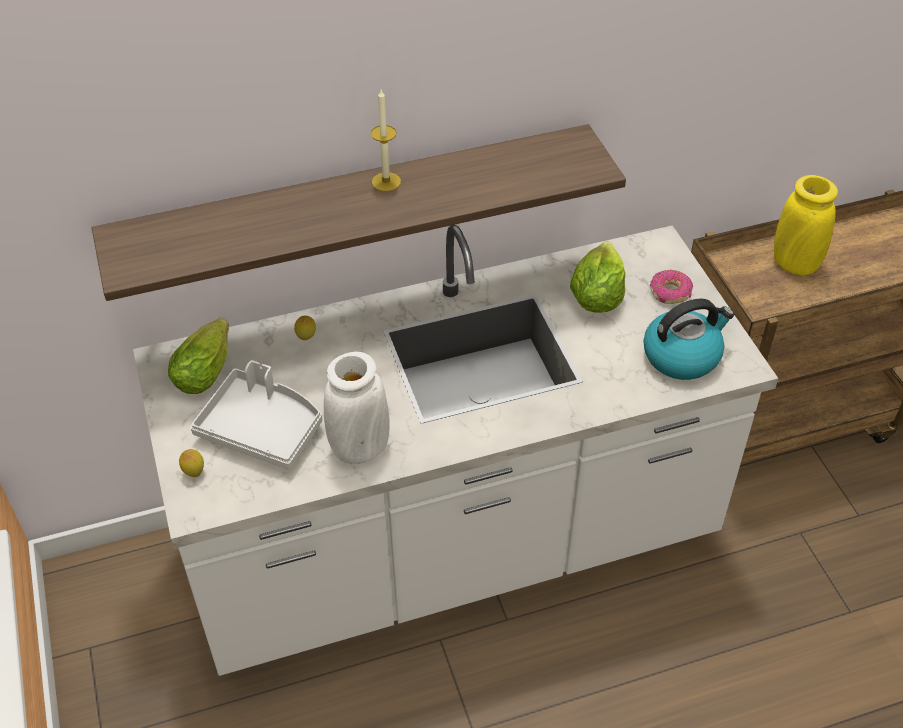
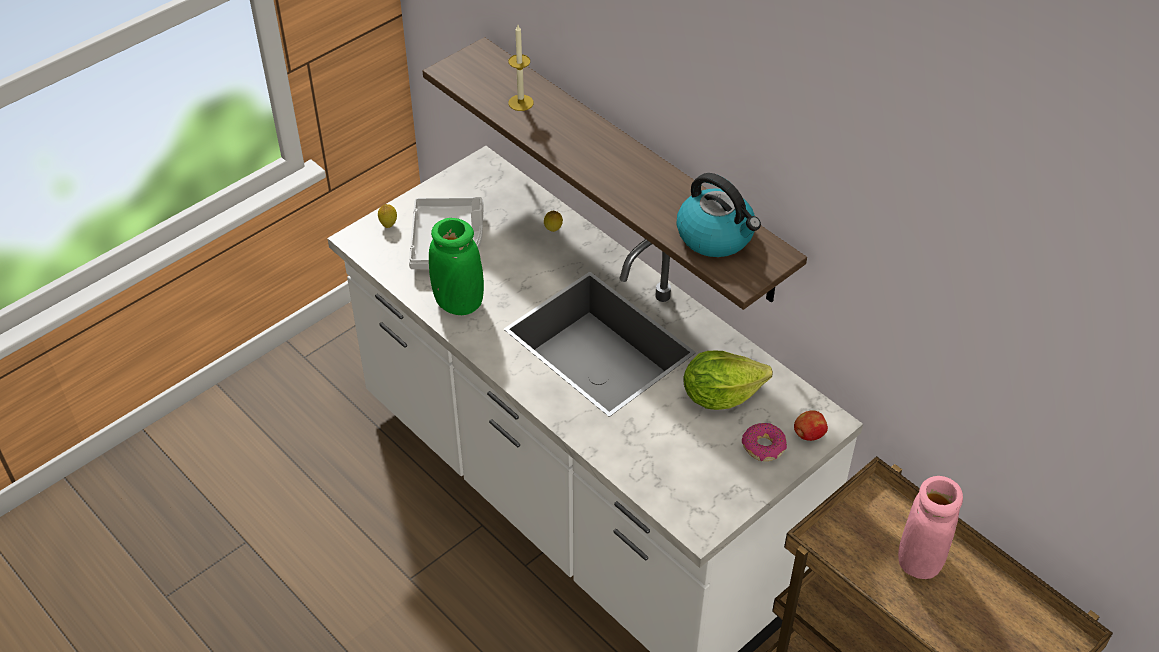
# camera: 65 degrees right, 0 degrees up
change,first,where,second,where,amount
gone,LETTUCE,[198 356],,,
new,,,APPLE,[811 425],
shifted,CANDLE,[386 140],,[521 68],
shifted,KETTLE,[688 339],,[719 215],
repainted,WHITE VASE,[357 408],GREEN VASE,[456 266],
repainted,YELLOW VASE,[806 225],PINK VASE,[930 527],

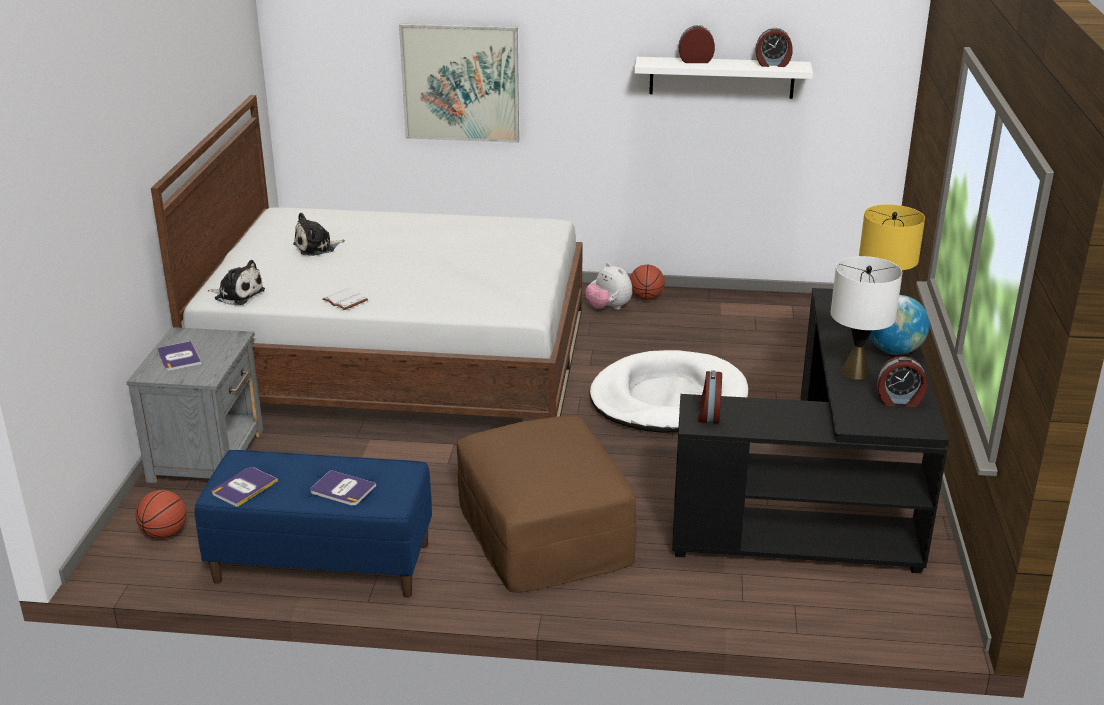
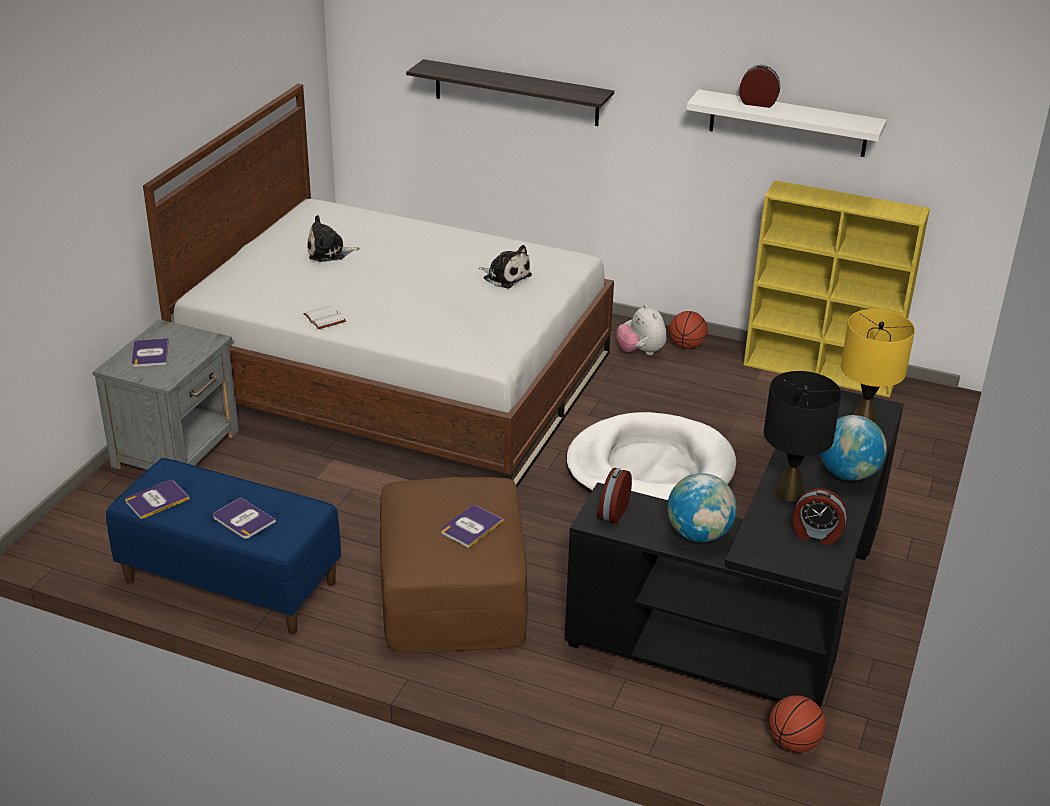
# camera: 15 degrees right, 5 degrees up
change,first,where,second,where,amount
gone,ALARM CLOCK,[774 47],,,
new,,,BOOK,[472 526],
new,,,GLOBE,[702 507],
new,,,YELLOW BOOKCASE,[837 288],
shifted,BASKETBALL,[161 514],,[797 724],
shifted,PLUSH TOY,[236 282],,[505 266],
swapped,PICTURE,[459 83],SHELF,[510 92],
repainted,WHITE TABLE LAMP,[867 318],BLACK TABLE LAMP,[803 436],

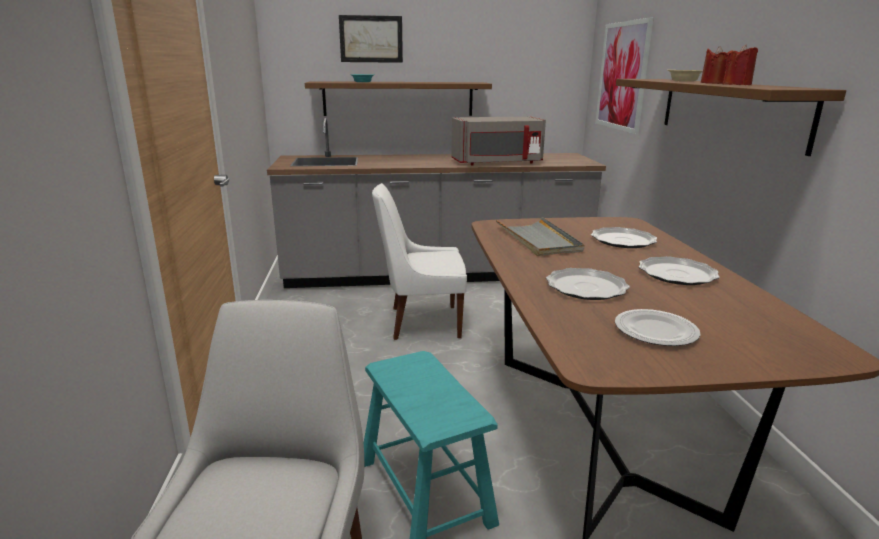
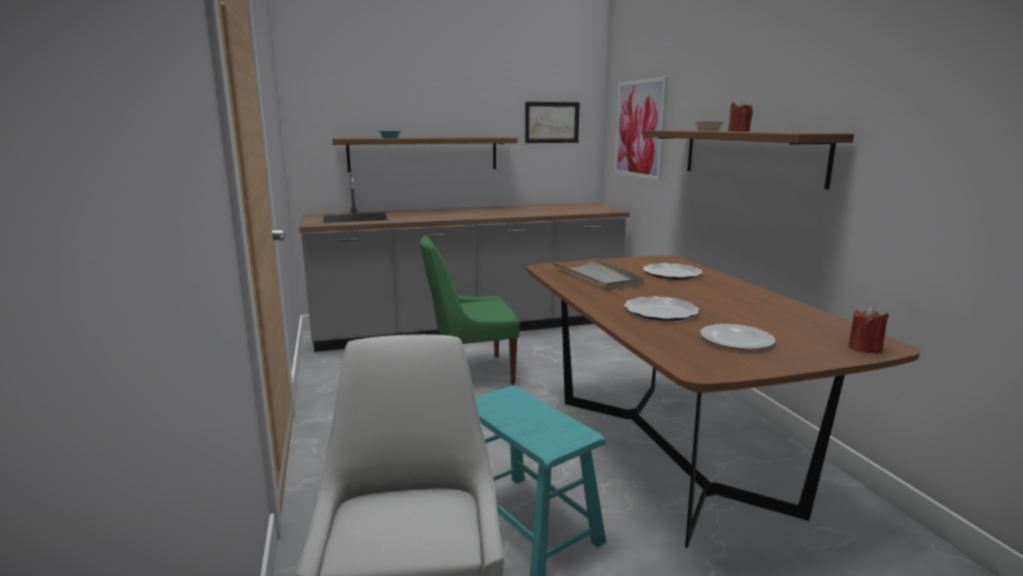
# camera: 10 degrees left, 5 degrees down
change,first,where,second,where,amount
gone,GREY MICROWAVE,[498 141],,,
gone,PLATE,[679 270],,,
shifted,PICTURE,[371 39],,[552 122],
shifted,RED CANDLE,[740 64],,[868 330],
repainted,WHITE CHAIR,[419 261],GREEN CHAIR,[470 310],

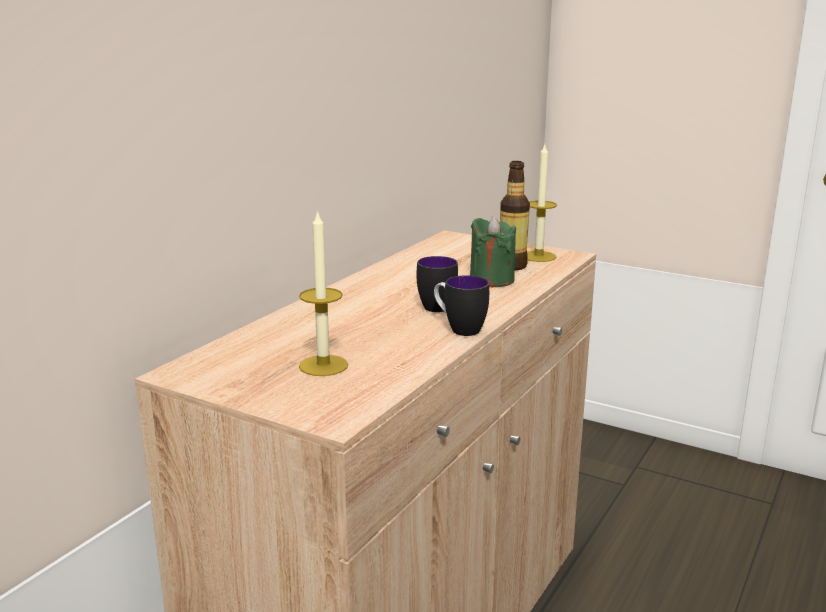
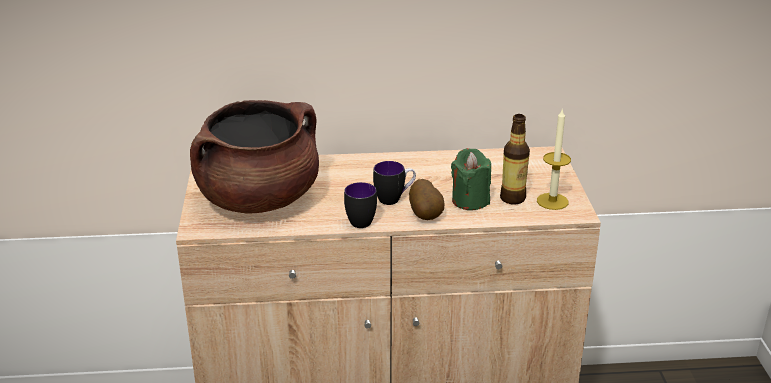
# camera: 55 degrees right, 10 degrees up
change,first,where,second,where,amount
new,,,POTATO,[426 199],
swapped,CANDLE,[323 293],BROWN COOKING POT,[254 157],

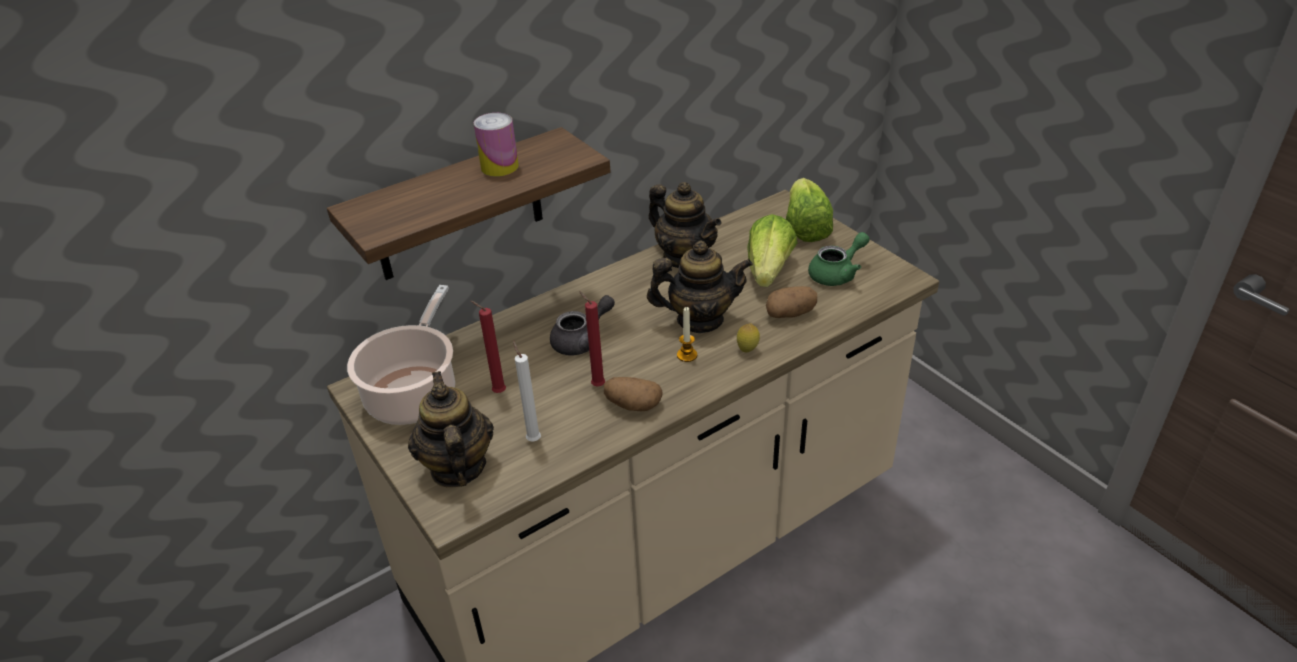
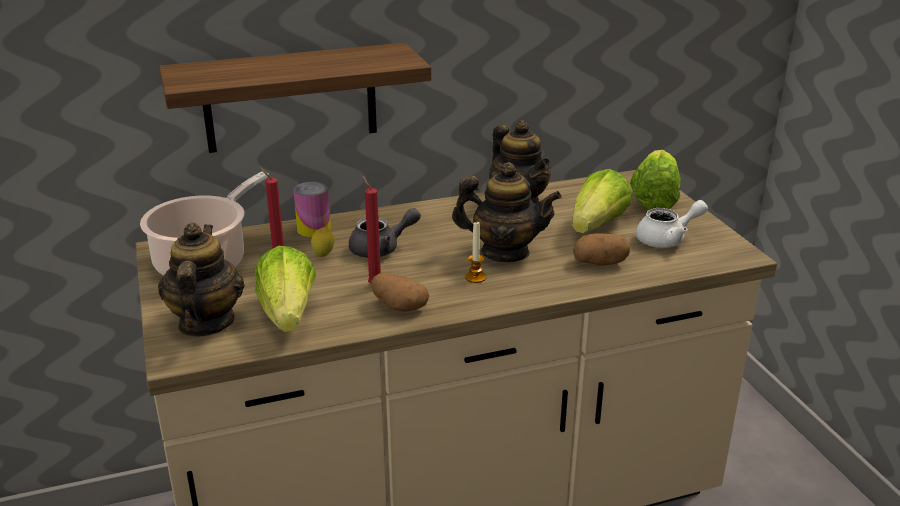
# camera: 15 degrees right, 10 degrees down
change,first,where,second,where,amount
shifted,CAN,[496 145],,[312 209],
shifted,LEMON,[748 337],,[322 242],
swapped,WHITE CANDLE,[527 391],LETTUCE,[285 289],
repainted,GREEN TEAPOT,[839 259],WHITE TEAPOT,[672 224],

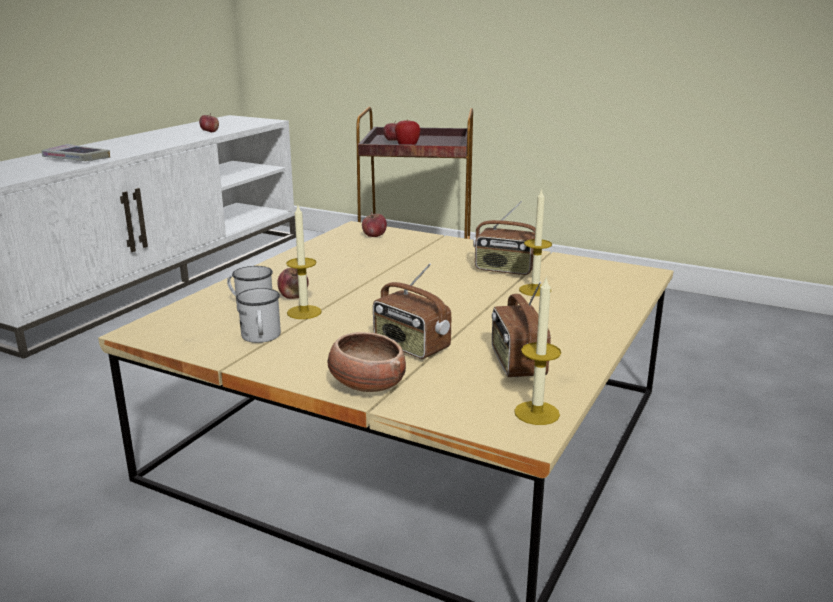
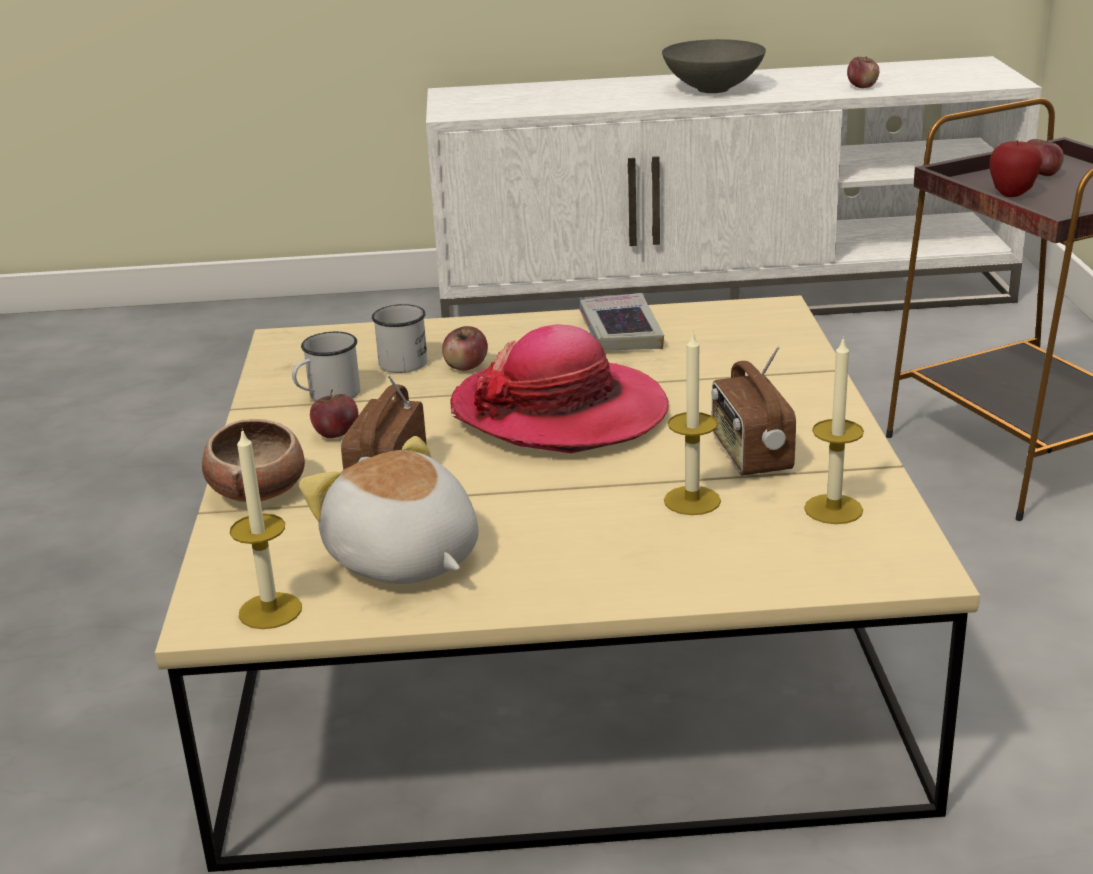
# camera: 60 degrees right, 5 degrees up
change,first,where,second,where,amount
new,,,HAT,[560 389],
new,,,GREY BOWL,[714 66],
shifted,BOOK,[76 152],,[622 321],
shifted,CANDLE,[304 262],,[834 430],
shifted,APPLE,[374 224],,[334 414],
swapped,RADIO,[521 329],PLUSH TOY,[389 510],

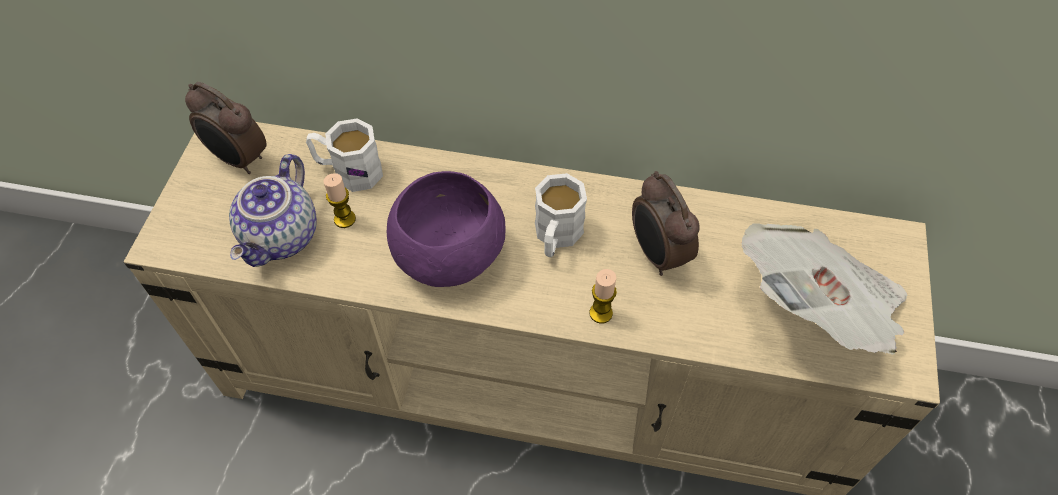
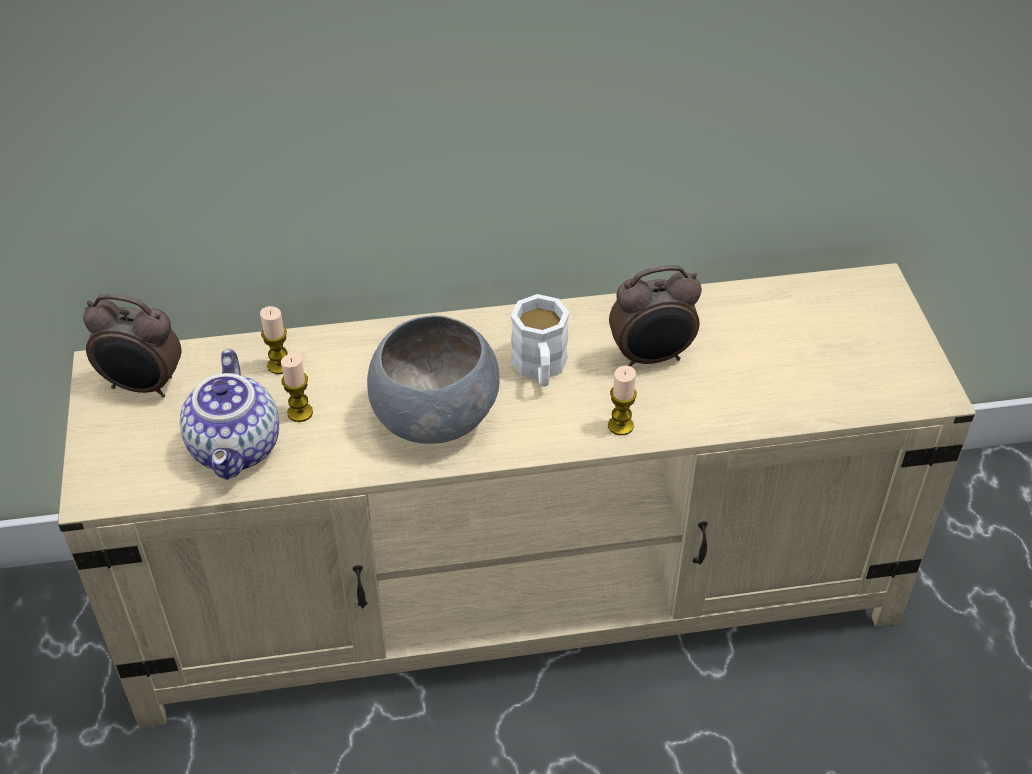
# camera: 20 degrees left, 10 degrees down
change,first,where,second,where,amount
gone,NEWSPAPER,[825 289],,,
swapped,WHITE MUG,[344 155],CANDLE,[274 340],
repainted,PURPLE BOWL,[446 229],GREY BOWL,[433 379],
rotated,ALARM CLOCK,[666 223],,[655 315],60 degrees counterclockwise

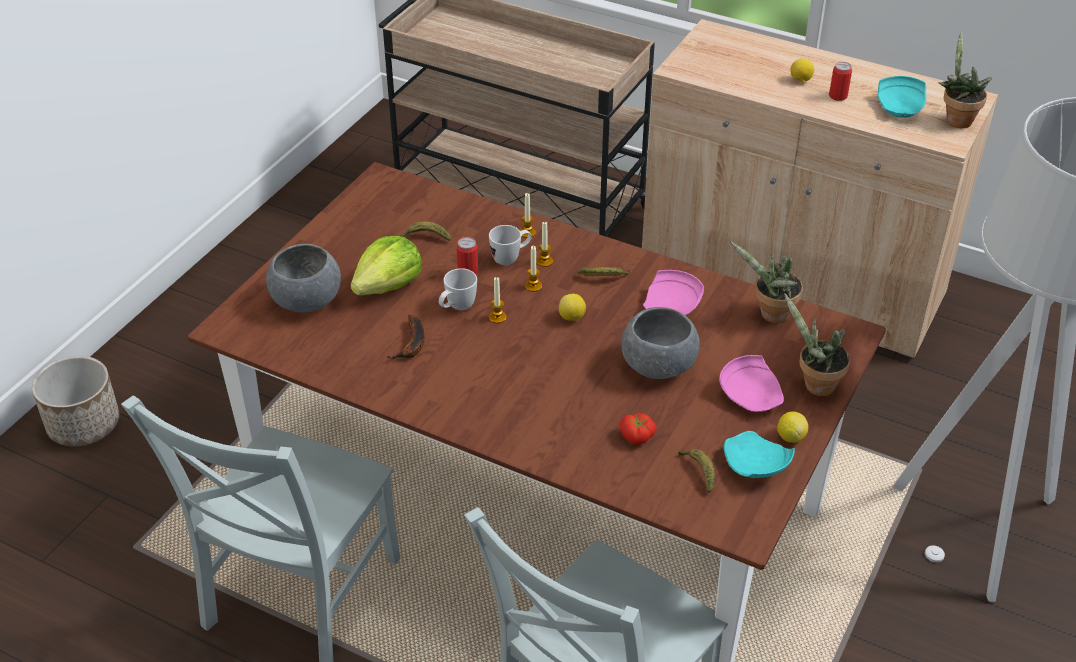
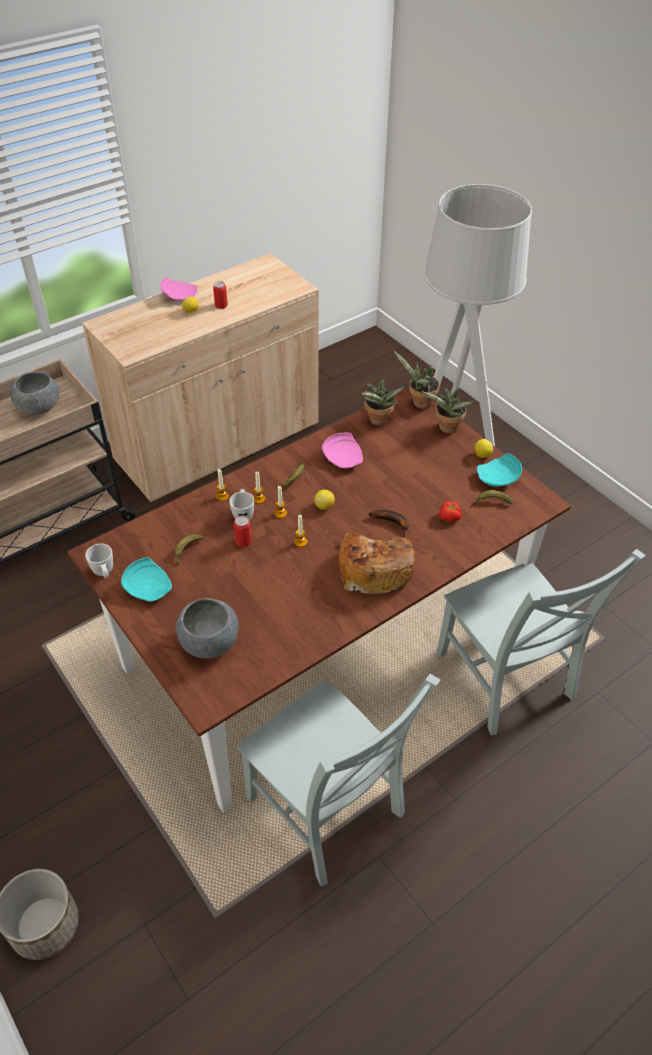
# camera: 65 degrees left, 5 degrees up
change,first,where,second,where,amount
gone,LETTUCE,[386 265],,,
new,,,BREAD,[376 563],
shifted,BANANA,[406 337],,[389 523],
shifted,WHITE MUG,[458 289],,[99 561],
shifted,GREY BOWL,[660 343],,[34 393],
shifted,PINK PLATE,[751 383],,[179 289],
shifted,TURQUOISE PLATE,[902 97],,[146 579],
shifted,POTTED PLANT,[965 80],,[416 380],

